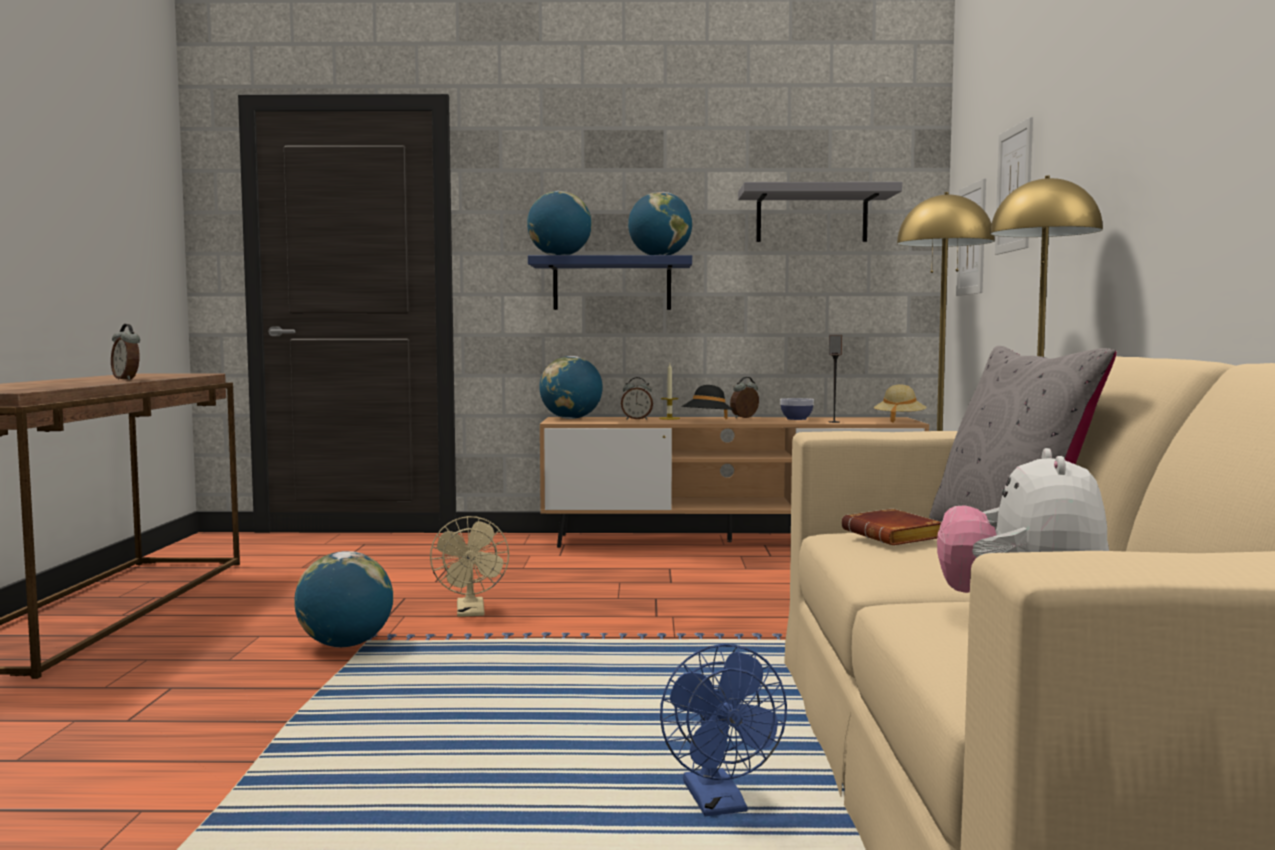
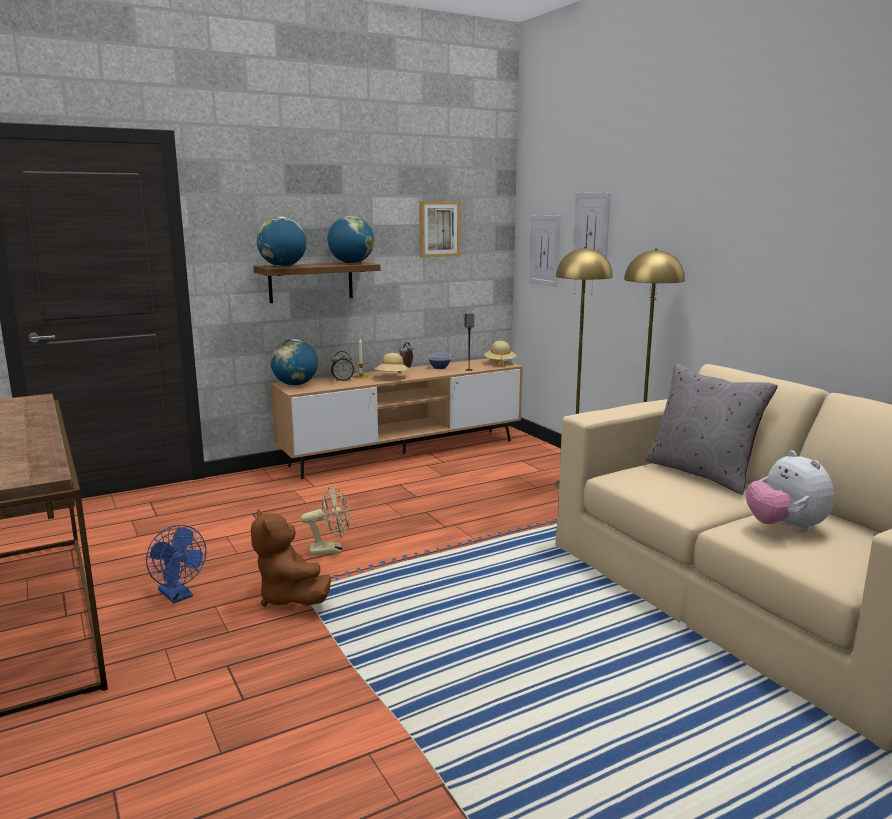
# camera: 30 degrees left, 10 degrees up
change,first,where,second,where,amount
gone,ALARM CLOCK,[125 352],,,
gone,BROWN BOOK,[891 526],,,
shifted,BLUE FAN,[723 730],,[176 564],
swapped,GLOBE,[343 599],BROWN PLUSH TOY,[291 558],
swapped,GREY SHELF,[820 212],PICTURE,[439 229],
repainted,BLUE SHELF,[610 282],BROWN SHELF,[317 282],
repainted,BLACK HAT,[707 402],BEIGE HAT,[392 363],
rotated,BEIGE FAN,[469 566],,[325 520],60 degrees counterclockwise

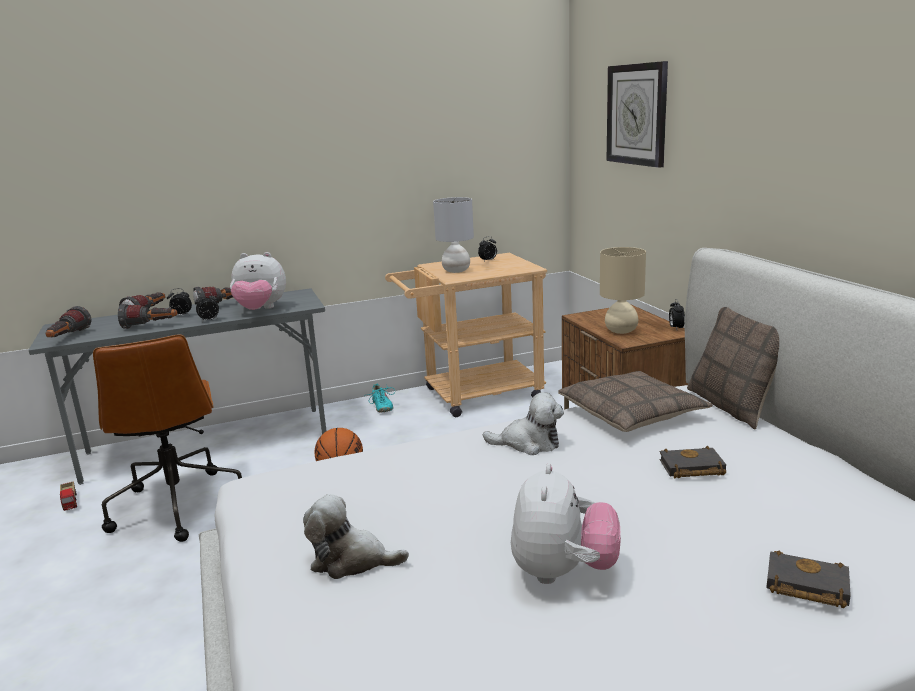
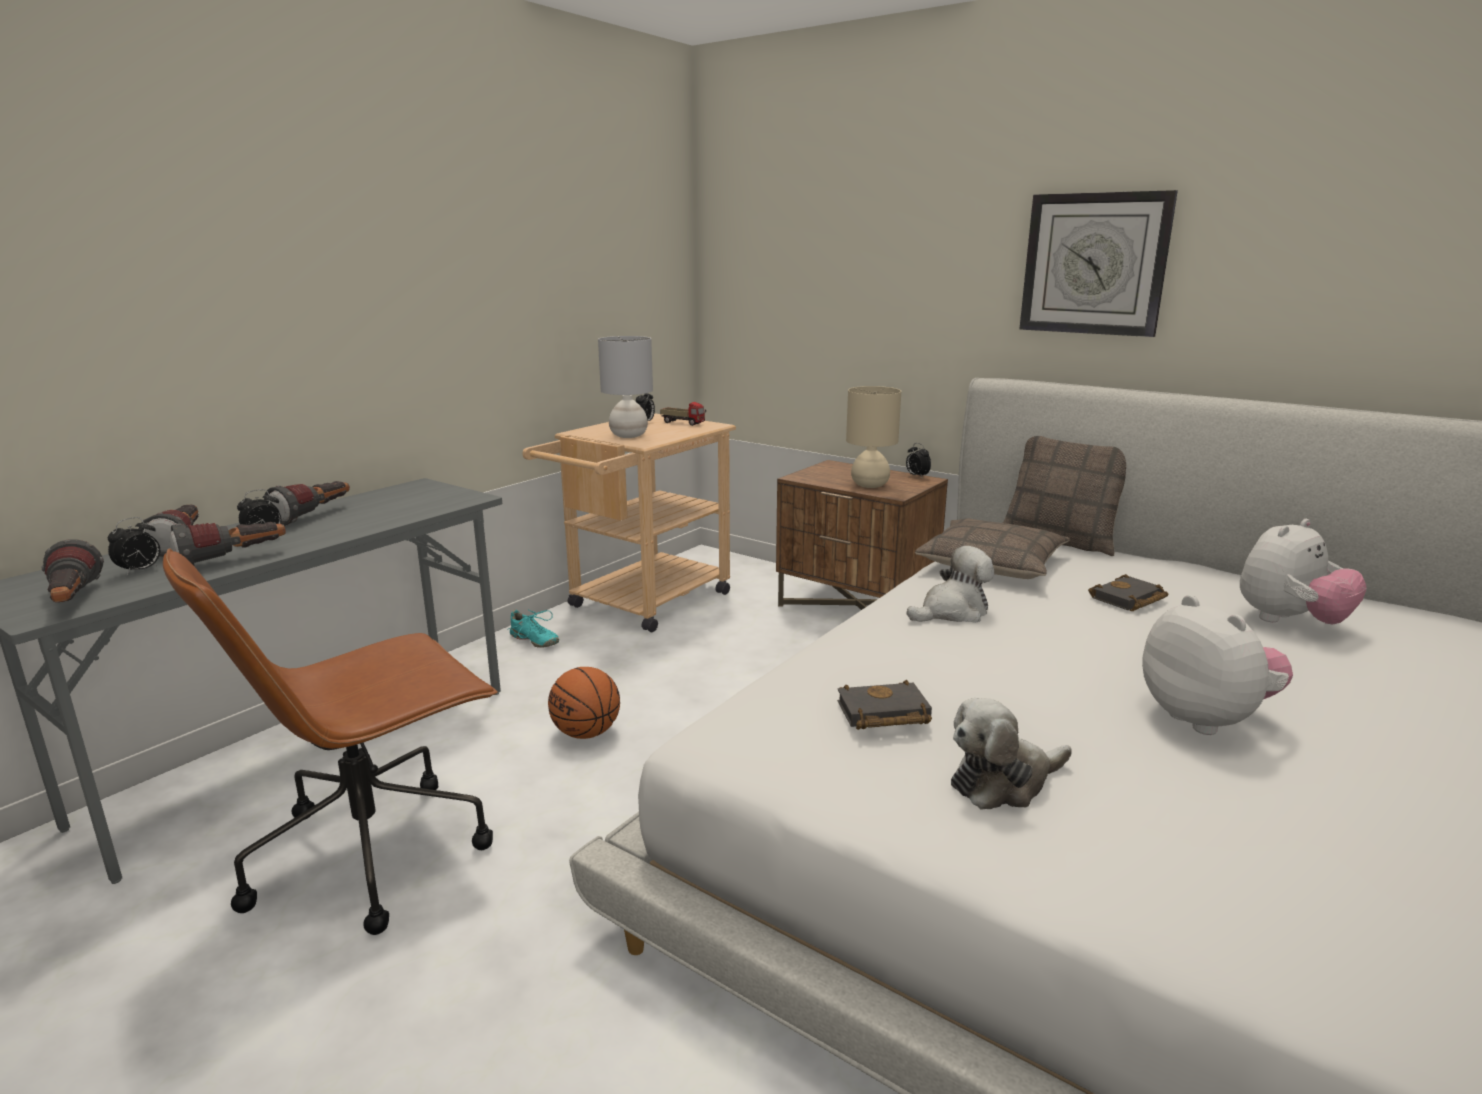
# camera: 35 degrees left, 0 degrees up
change,first,where,second,where,amount
shifted,TOY TRUCK,[68 496],,[683 414],
shifted,ALARM CLOCK,[207 307],,[134 546],
shifted,PLUSH TOY,[258 281],,[1303 572],
shifted,WALL CLOCK,[637 114],,[1099 263],
shifted,BLACK BOOK,[808 579],,[884 705],
rotated,BROWN OFFICE CHAIR,[167 438],,[330 741],105 degrees clockwise

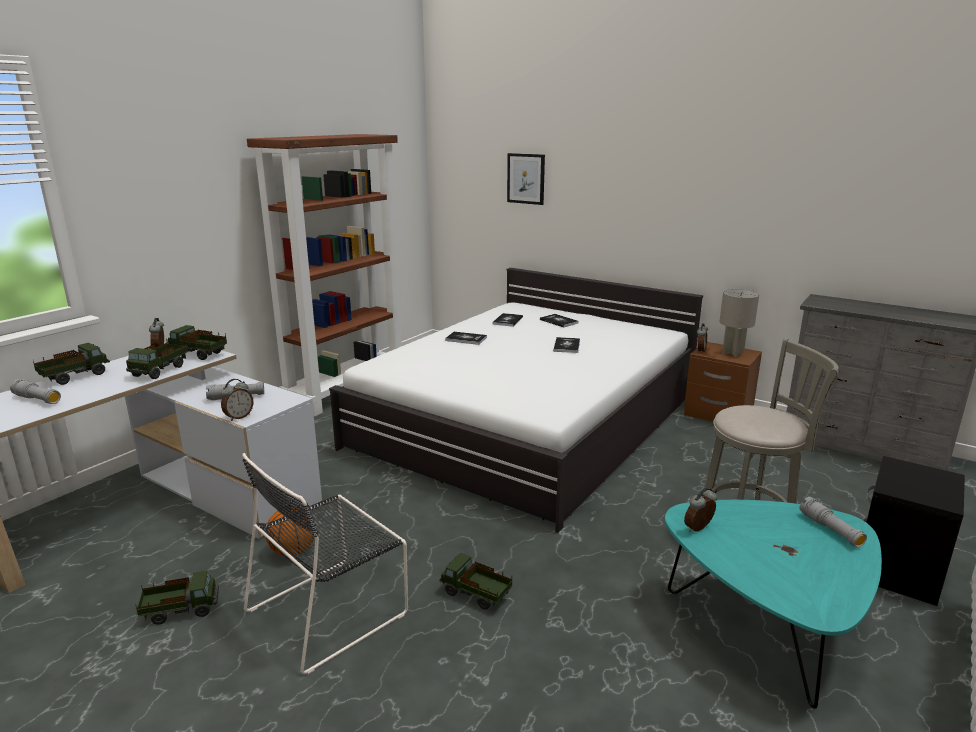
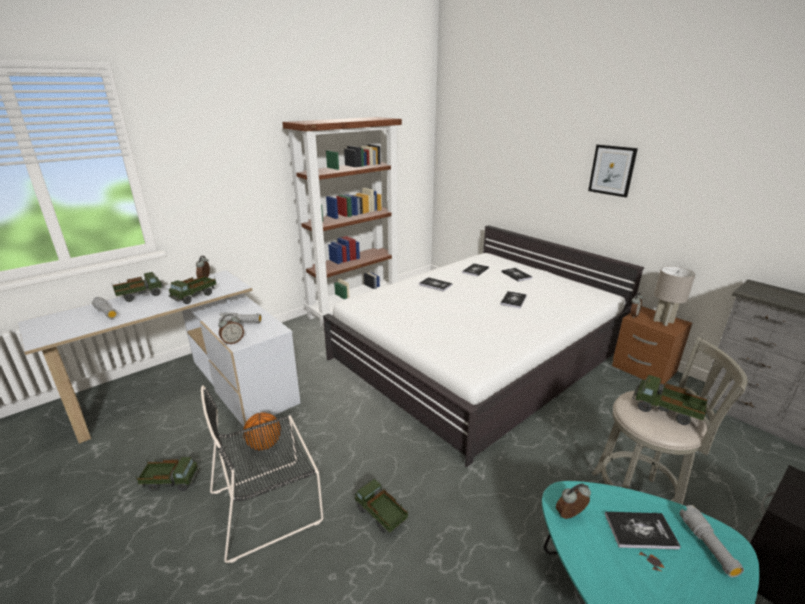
# camera: 15 degrees right, 5 degrees up
change,first,where,second,where,amount
new,,,BOOK,[643 531],
shifted,TOY TRUCK,[197 342],,[671 400],
shifted,PICTURE,[526 179],,[613 171],

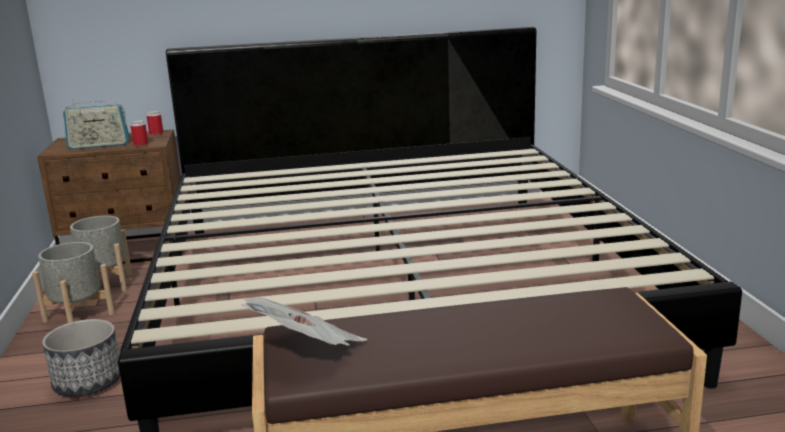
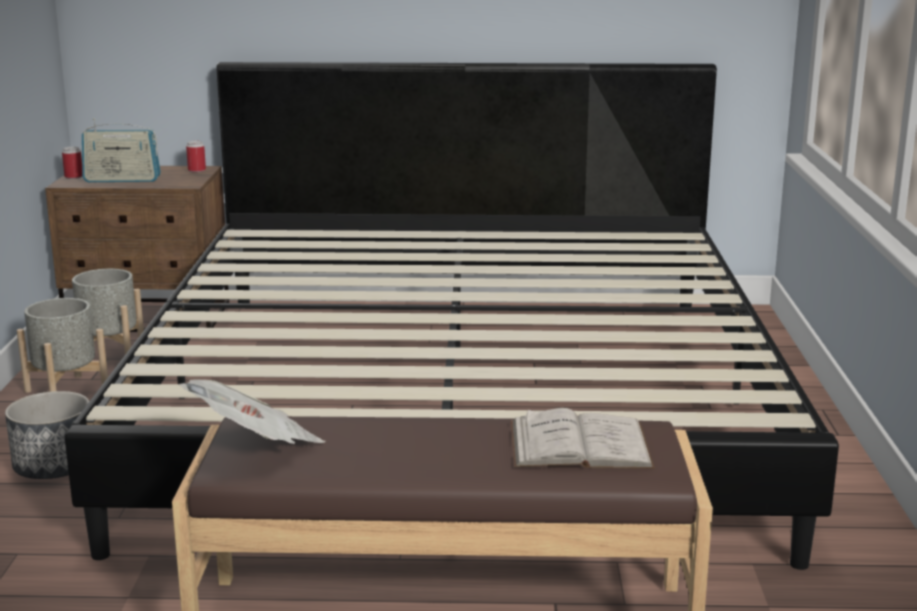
# camera: 10 degrees right, 0 degrees up
change,first,where,second,where,amount
new,,,WHITE BOOK,[583 438],
shifted,CAN,[139 133],,[72 163],

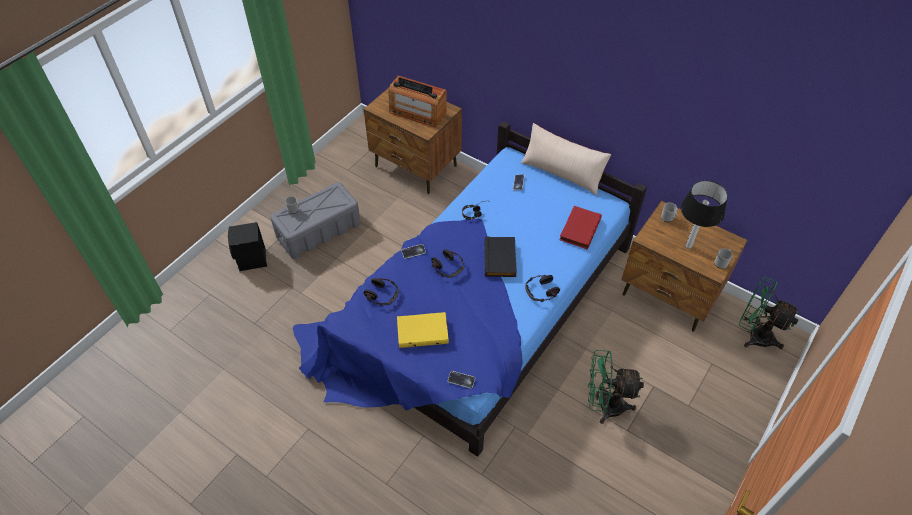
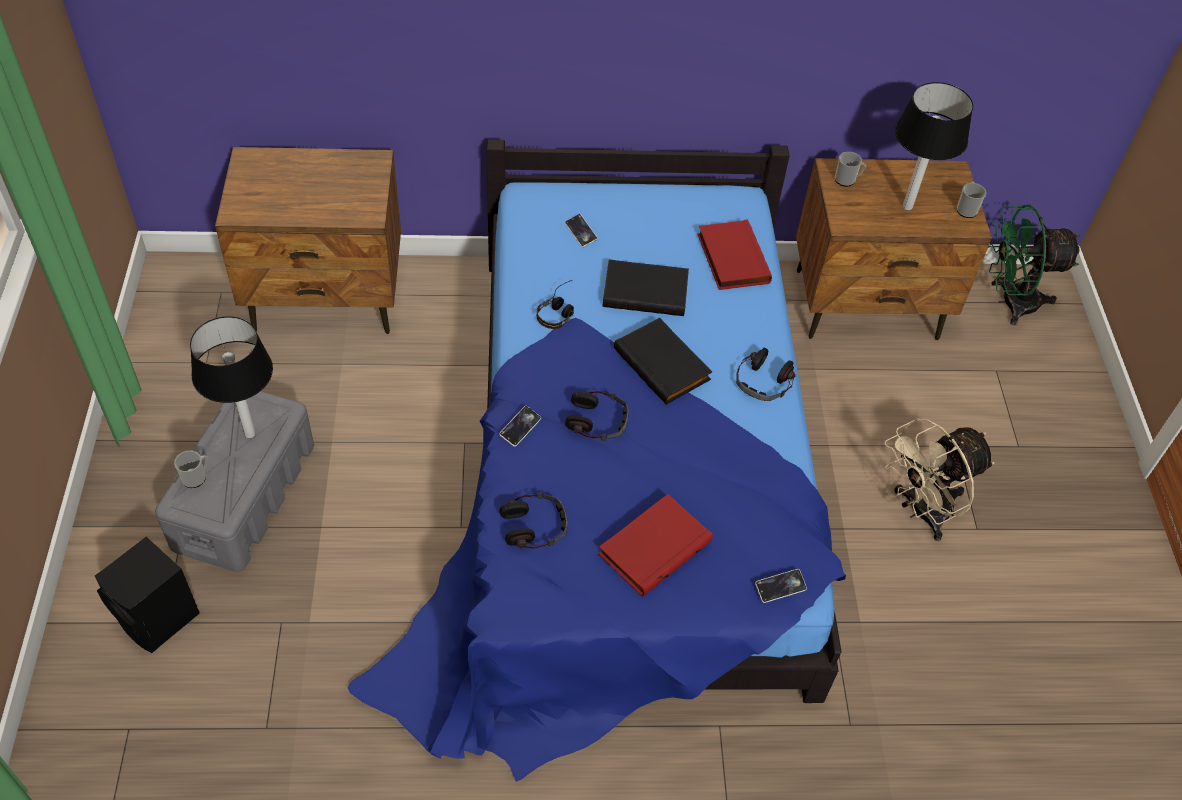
# camera: 40 degrees left, 0 degrees up
change,first,where,second,where,amount
gone,RADIO,[417 101],,,
gone,BEIGE PILLOW,[566 159],,,
new,,,TABLE LAMP,[231 377],
new,,,BLACK BOOK,[646 287],
repainted,YELLOW BOOK,[423 330],RED BOOK,[655 545],
repainted,GREEN FAN,[616 387],BEIGE FAN,[939 479],

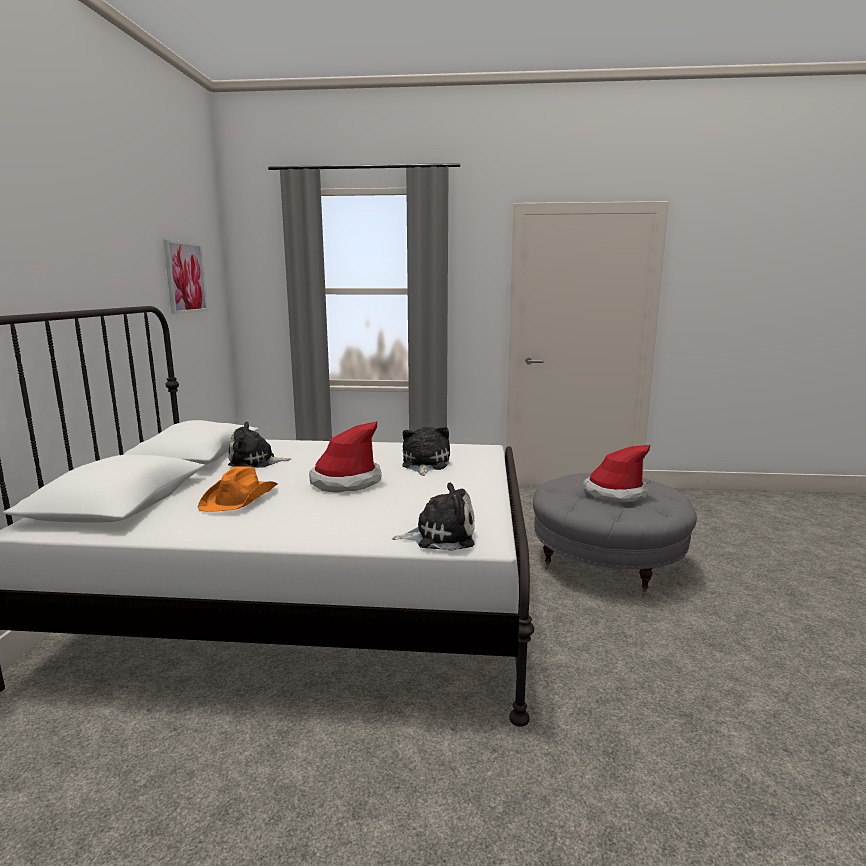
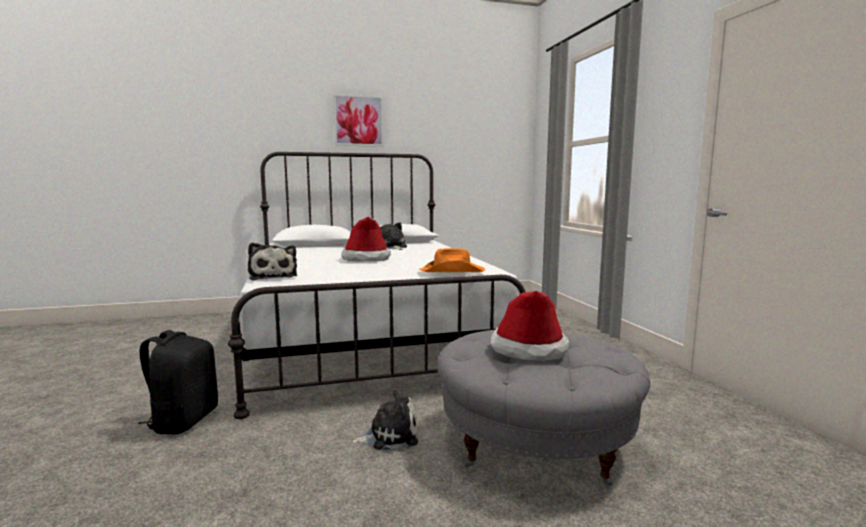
# camera: 70 degrees right, 5 degrees down
change,first,where,second,where,amount
new,,,BLACK BACKPACK,[178 382],
shifted,PICTURE,[186 276],,[358 120],
shifted,ORANGE HAT,[238 489],,[452 260],
shifted,PLUSH TOY,[426 451],,[384 420],

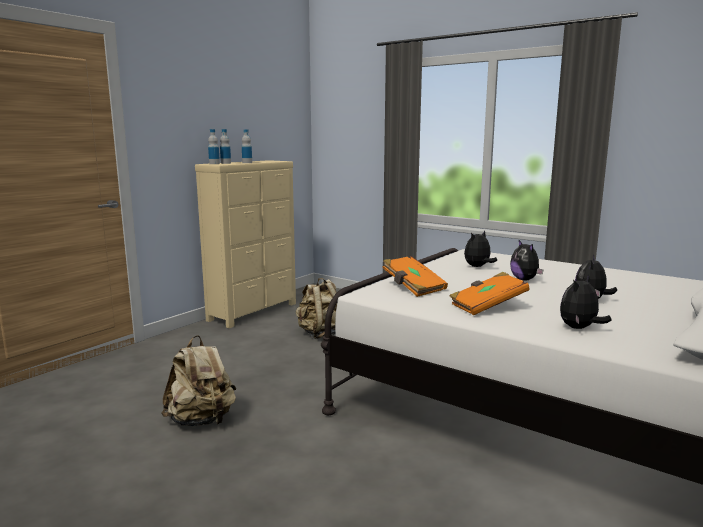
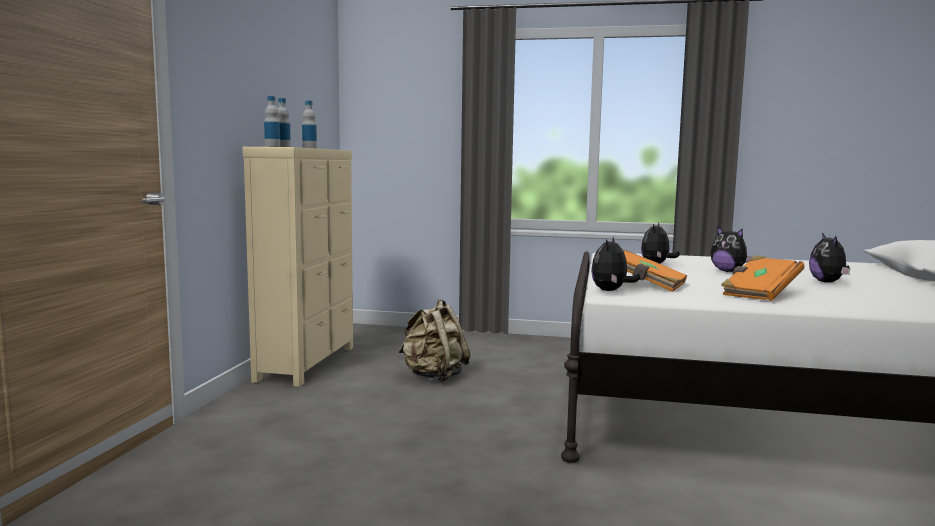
# camera: 25 degrees left, 5 degrees down
change,first,where,second,where,amount
gone,BEIGE BACKPACK,[198 380],,,
shifted,PLUSH TOY,[585 301],,[615 264],

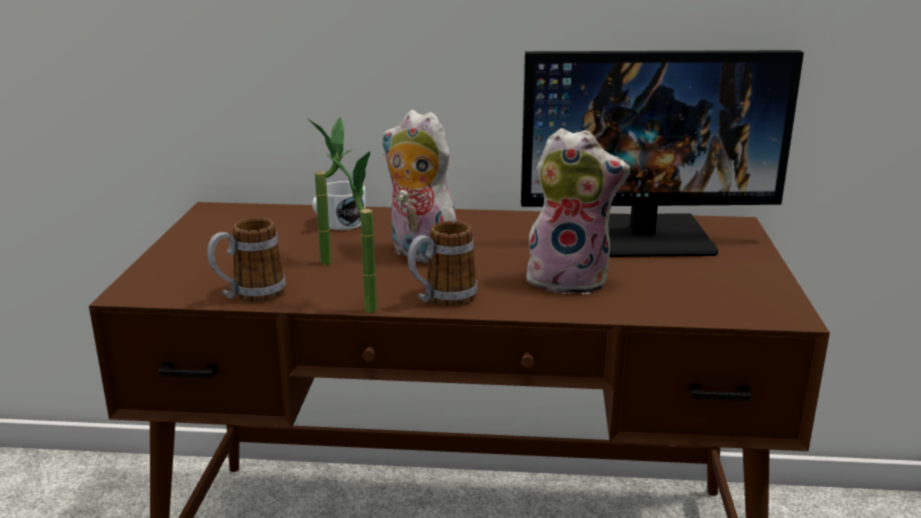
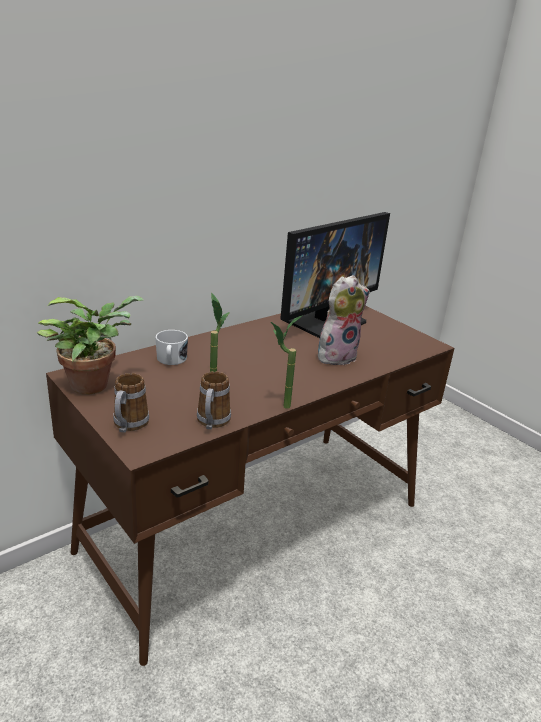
# camera: 45 degrees left, 5 degrees up
change,first,where,second,where,amount
gone,PLUSH TOY,[419 186],,,
new,,,POTTED PLANT,[91 345],
shifted,MUG,[442 263],,[131 403],

